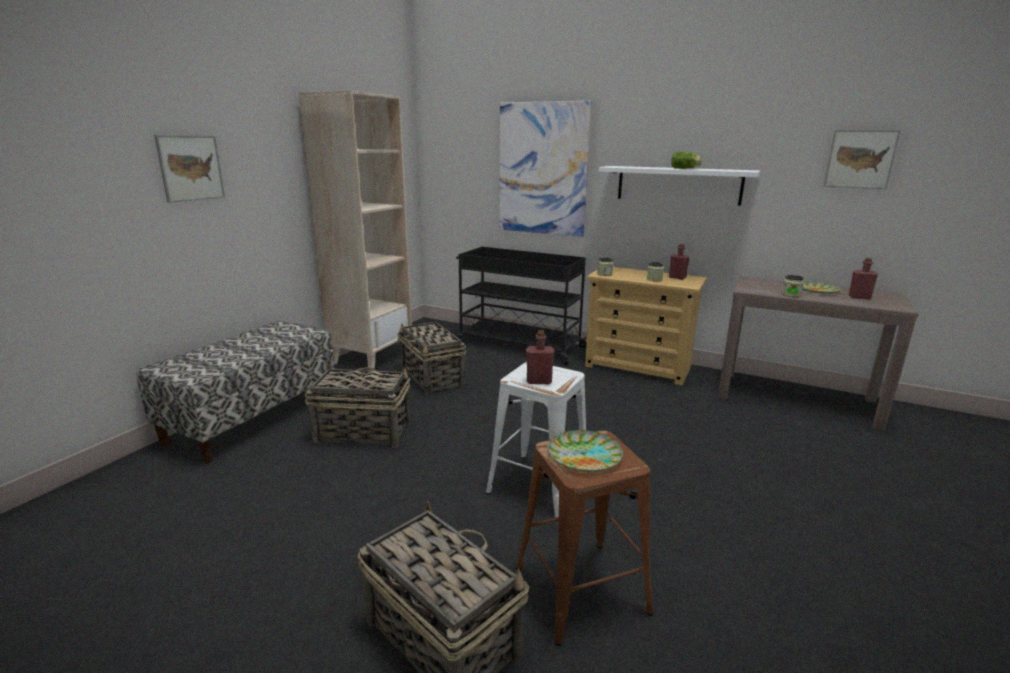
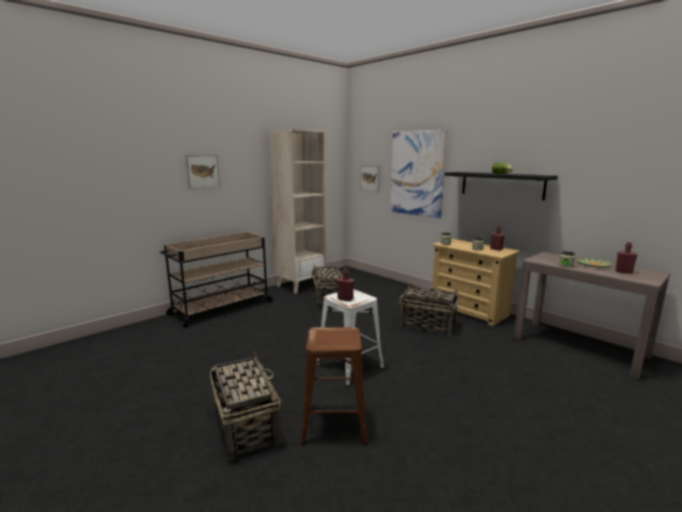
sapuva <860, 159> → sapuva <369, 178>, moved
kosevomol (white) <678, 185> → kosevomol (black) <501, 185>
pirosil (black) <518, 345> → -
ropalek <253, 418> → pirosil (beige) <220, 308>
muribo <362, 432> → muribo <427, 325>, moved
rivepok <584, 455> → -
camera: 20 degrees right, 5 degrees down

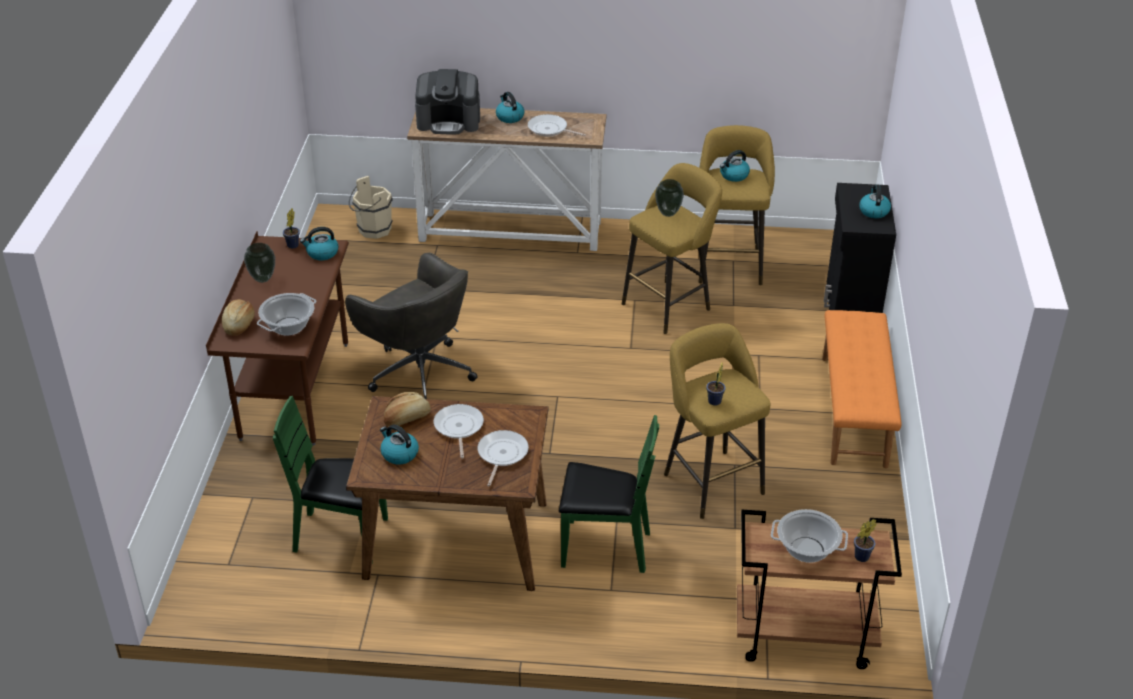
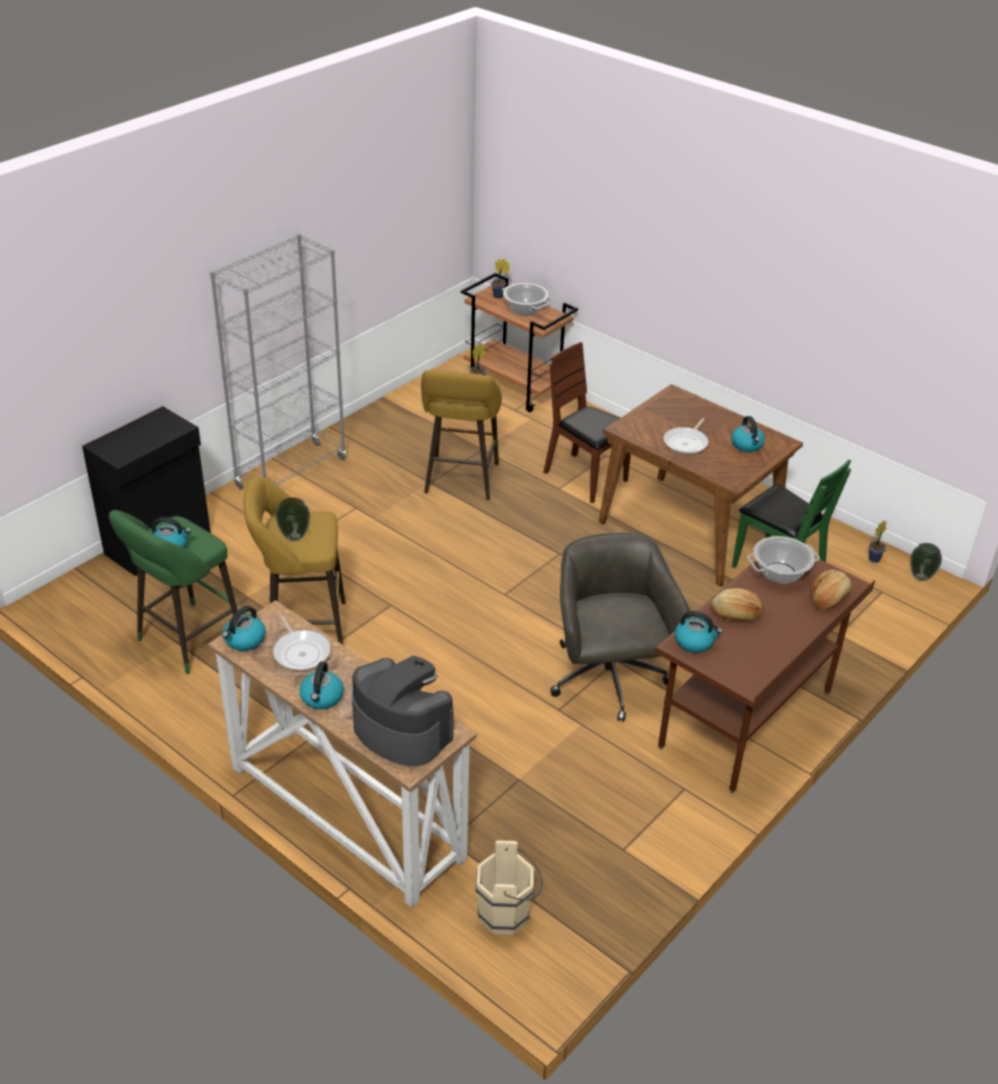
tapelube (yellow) <729, 263> → tapelube (green) <185, 641>
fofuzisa <873, 211> → fofuzisa <244, 640>, moved
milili <292, 246> → milili <875, 558>, moved
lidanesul <262, 279> → lidanesul <921, 577>, moved
ropalek (orange) <854, 410> → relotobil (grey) <291, 473>
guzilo <407, 418> → guzilo <736, 613>, moved
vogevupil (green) <604, 548> → vogevupil (brown) <585, 478>
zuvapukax <501, 454> → -
camera: 145 degrees left, 0 degrees up

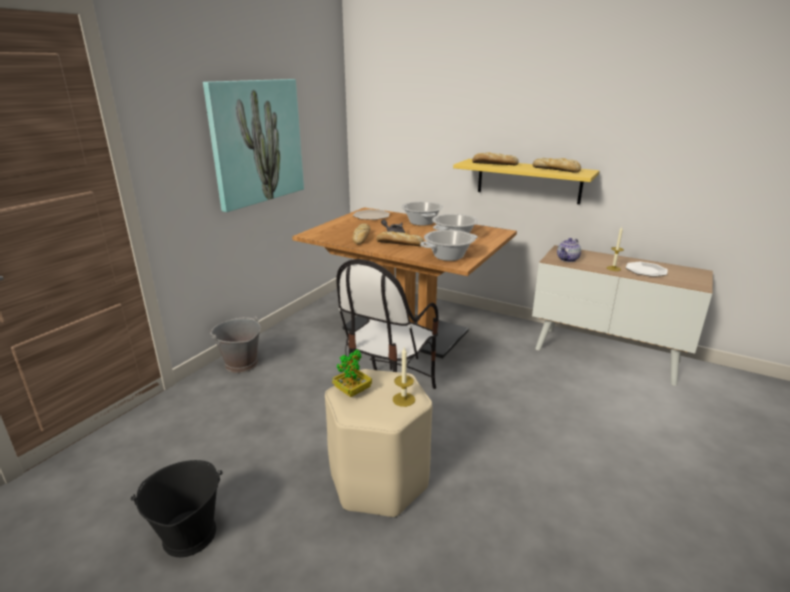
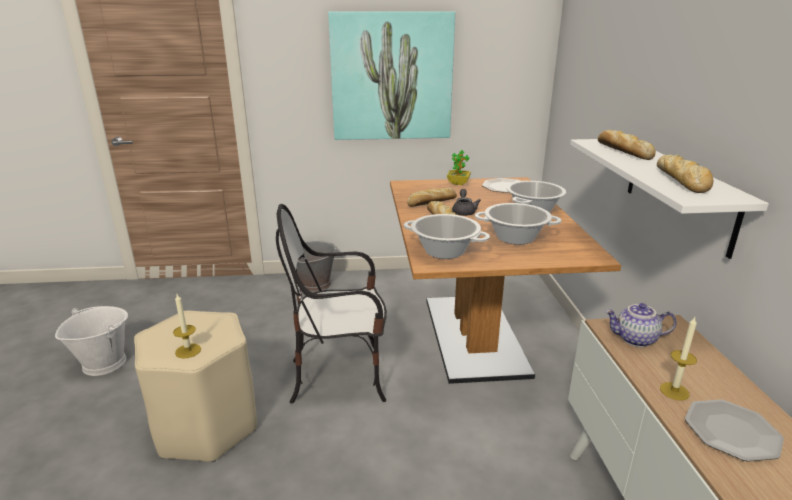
kosevomol (yellow) <528, 181> → kosevomol (white) <678, 192>
milili <352, 391> → milili <458, 183>, moved
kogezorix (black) <188, 535> → kogezorix (white) <104, 363>
camera: 55 degrees right, 0 degrees up

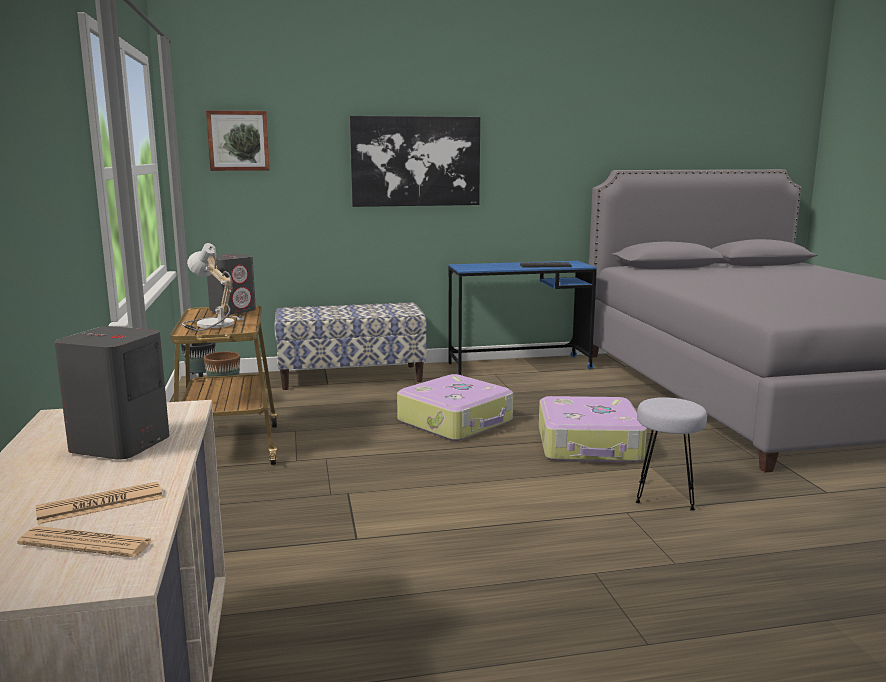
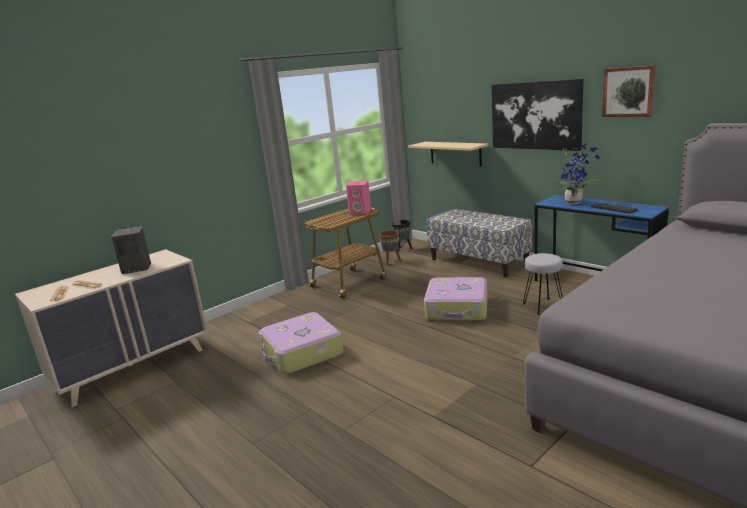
sapuva <238, 140> → sapuva <628, 92>, moved
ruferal <211, 324> → -
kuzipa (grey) <233, 310> → kuzipa (pink) <360, 212>
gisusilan <589, 445> → gisusilan <301, 353>, moved
tapelube (grey) <665, 496> → tapelube (grey) <542, 306>, moved
- → kosevomol (beige) <455, 153>
- → milili <575, 202>
camera: 60 degrees right, 5 degrees up

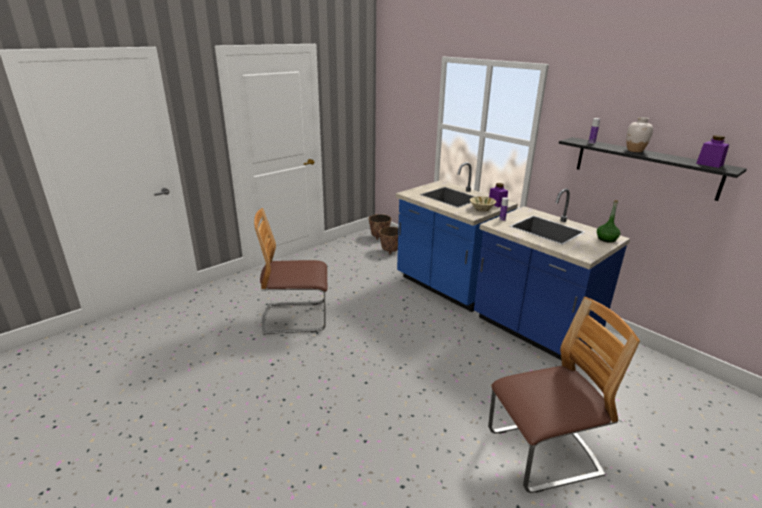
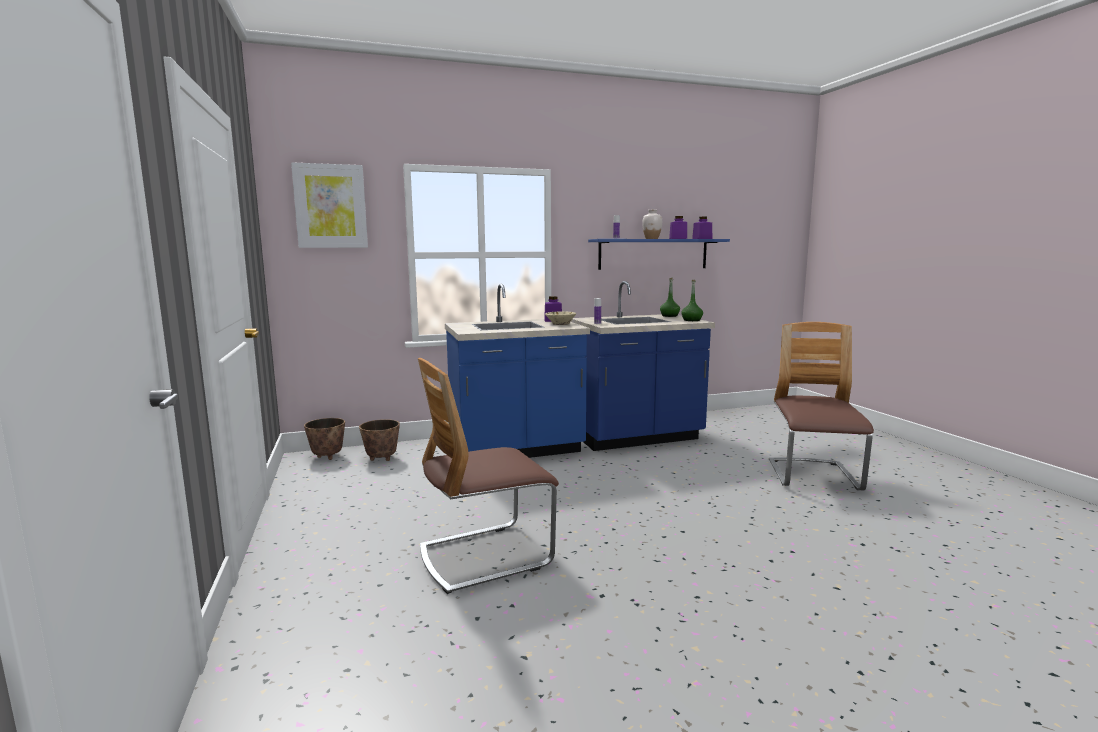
kosevomol (black) <645, 167> → kosevomol (blue) <653, 254>
vogevupil <296, 318> → vogevupil <485, 556>, 45 degrees clockwise
- → sapuva <330, 206>
- → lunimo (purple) <678, 238>
- → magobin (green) <691, 320>
camera: 65 degrees left, 15 degrees down

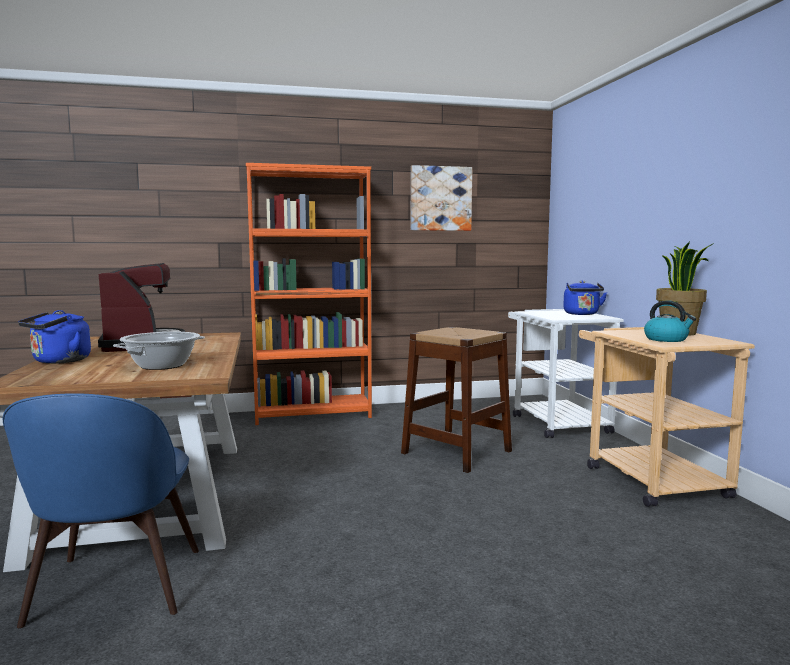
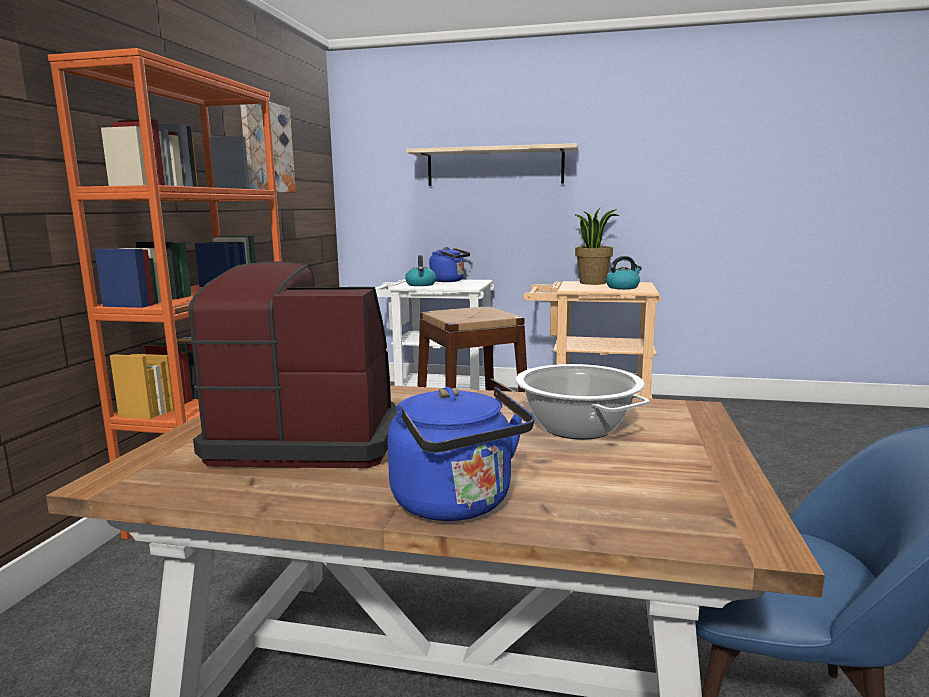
- → kosevomol <494, 167>
- → fofuzisa <421, 284>
camera: 65 degrees left, 5 degrees up

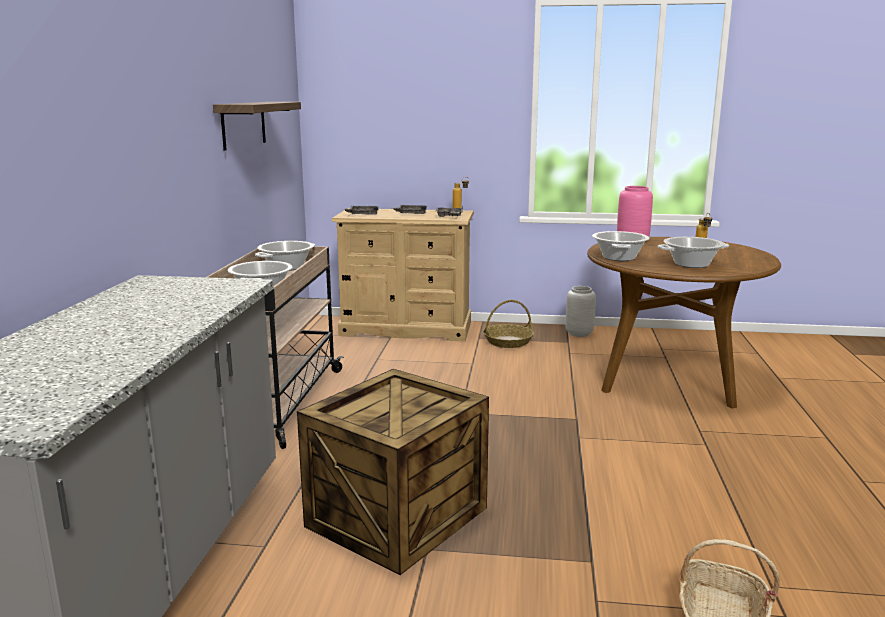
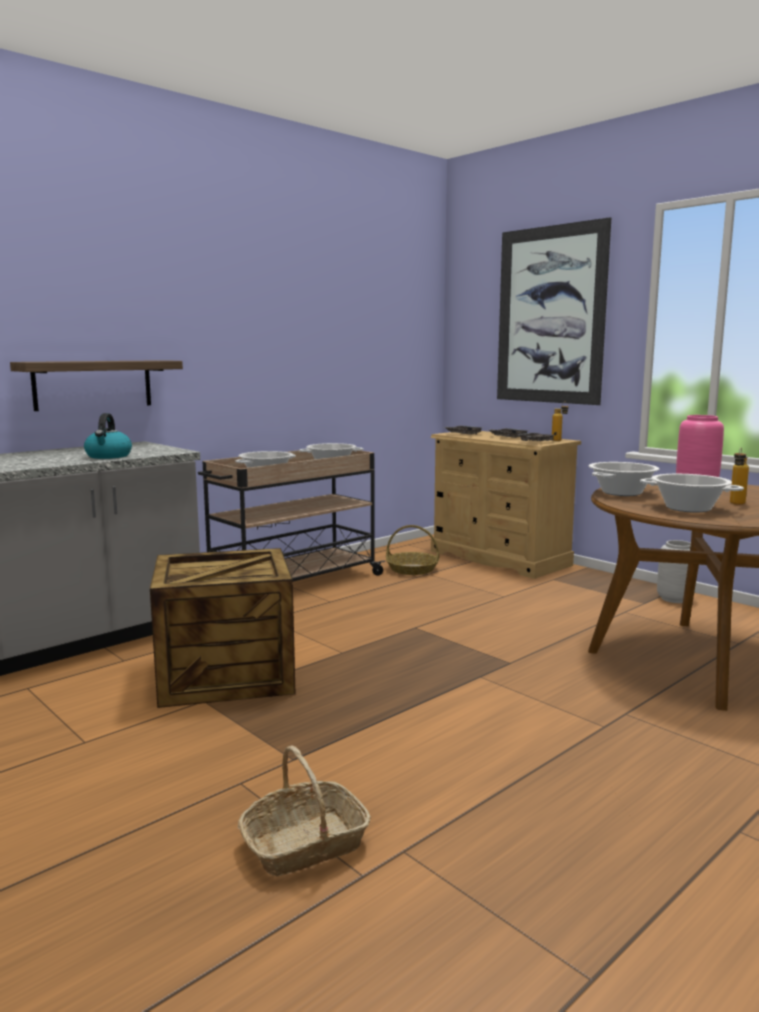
kosevomol <243, 124> → kosevomol <93, 384>, moved
muribo <508, 341> → muribo <412, 569>, moved
- → sapuva <550, 315>
- → fofuzisa <108, 456>
camera: 40 degrees right, 5 degrees down

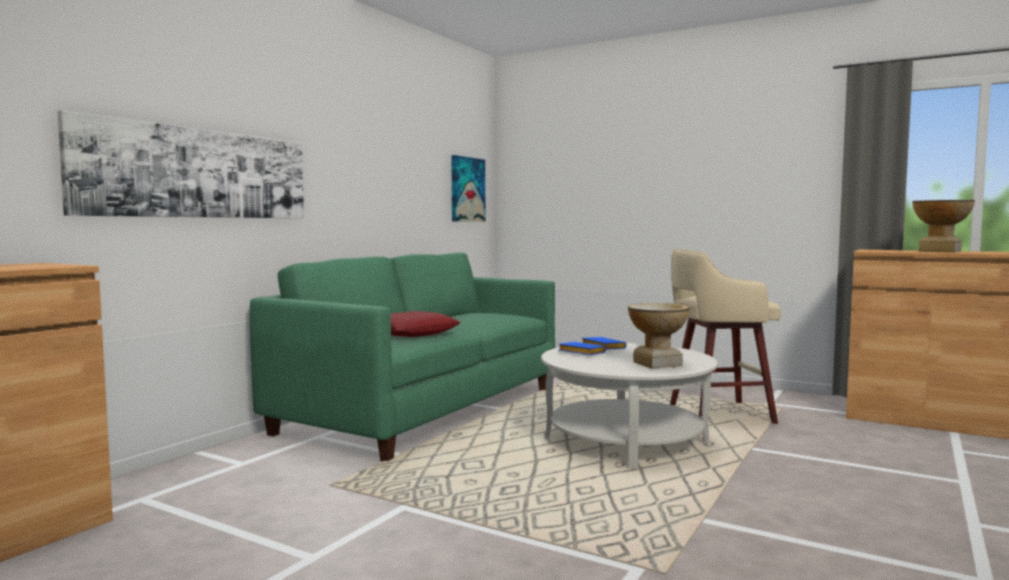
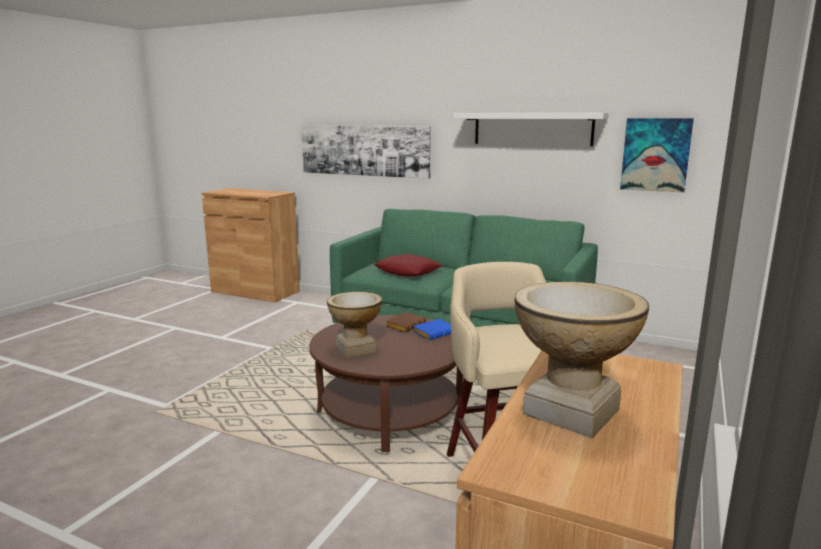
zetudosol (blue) <580, 353> → zetudosol (brown) <405, 325>
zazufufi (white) <625, 441> → zazufufi (brown) <390, 412>
- → kosevomol (white) <532, 129>
camera: 85 degrees right, 10 degrees up

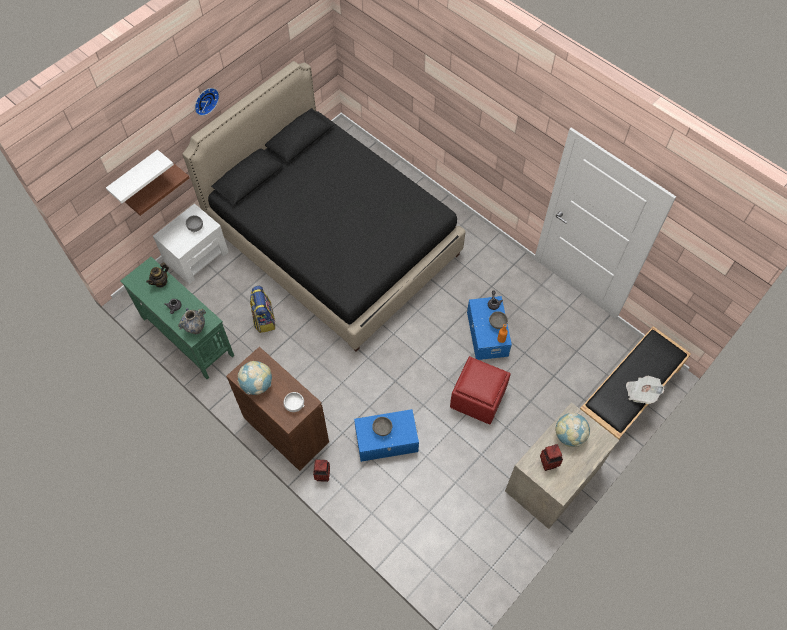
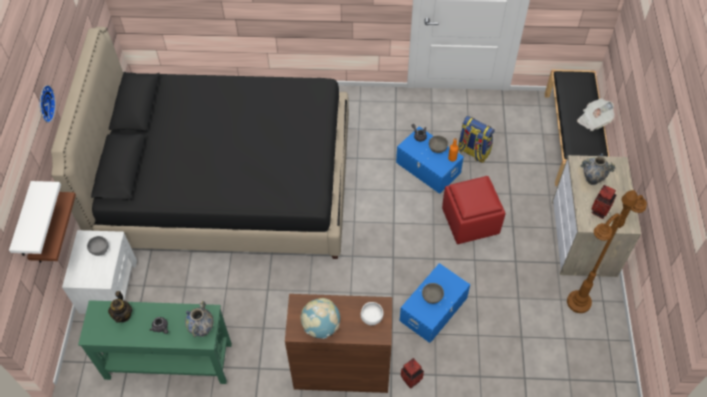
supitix <264, 319> → supitix <473, 151>, moved
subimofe <569, 435> → lidanesul <592, 180>
- → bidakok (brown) <579, 302>
camera: 40 degrees left, 5 degrees down

